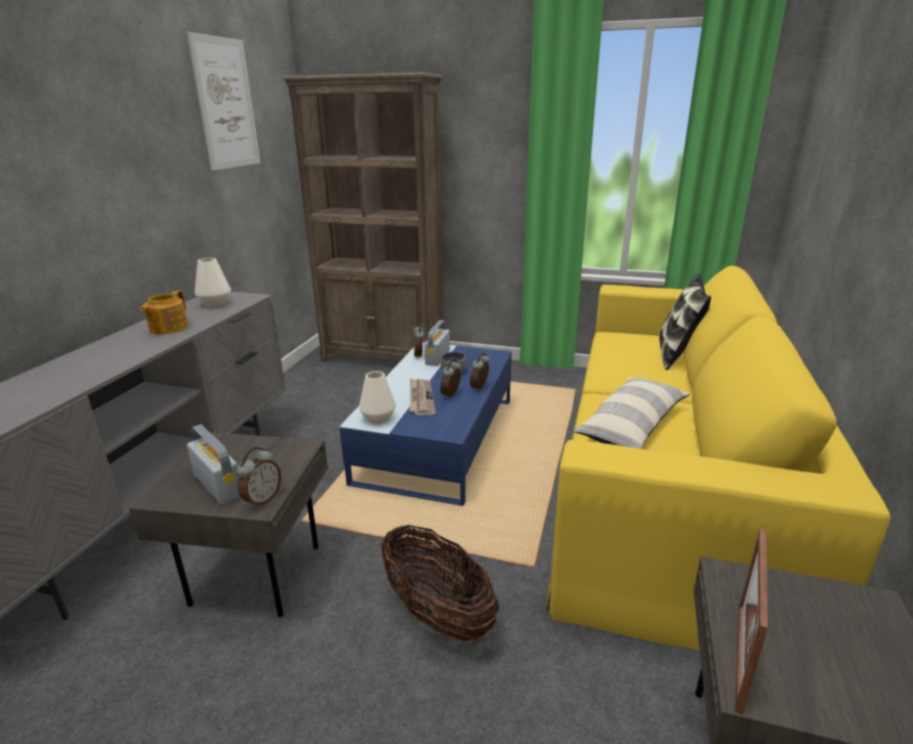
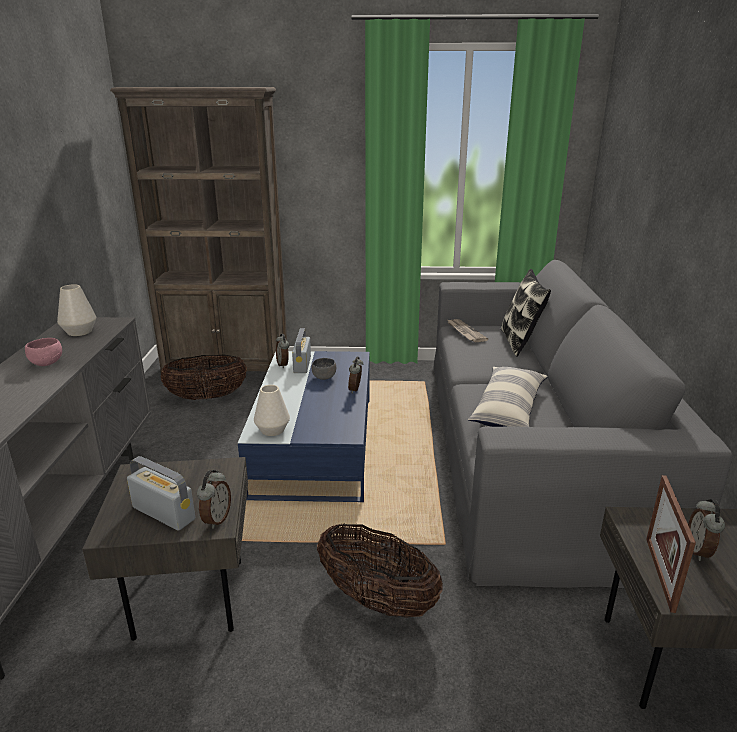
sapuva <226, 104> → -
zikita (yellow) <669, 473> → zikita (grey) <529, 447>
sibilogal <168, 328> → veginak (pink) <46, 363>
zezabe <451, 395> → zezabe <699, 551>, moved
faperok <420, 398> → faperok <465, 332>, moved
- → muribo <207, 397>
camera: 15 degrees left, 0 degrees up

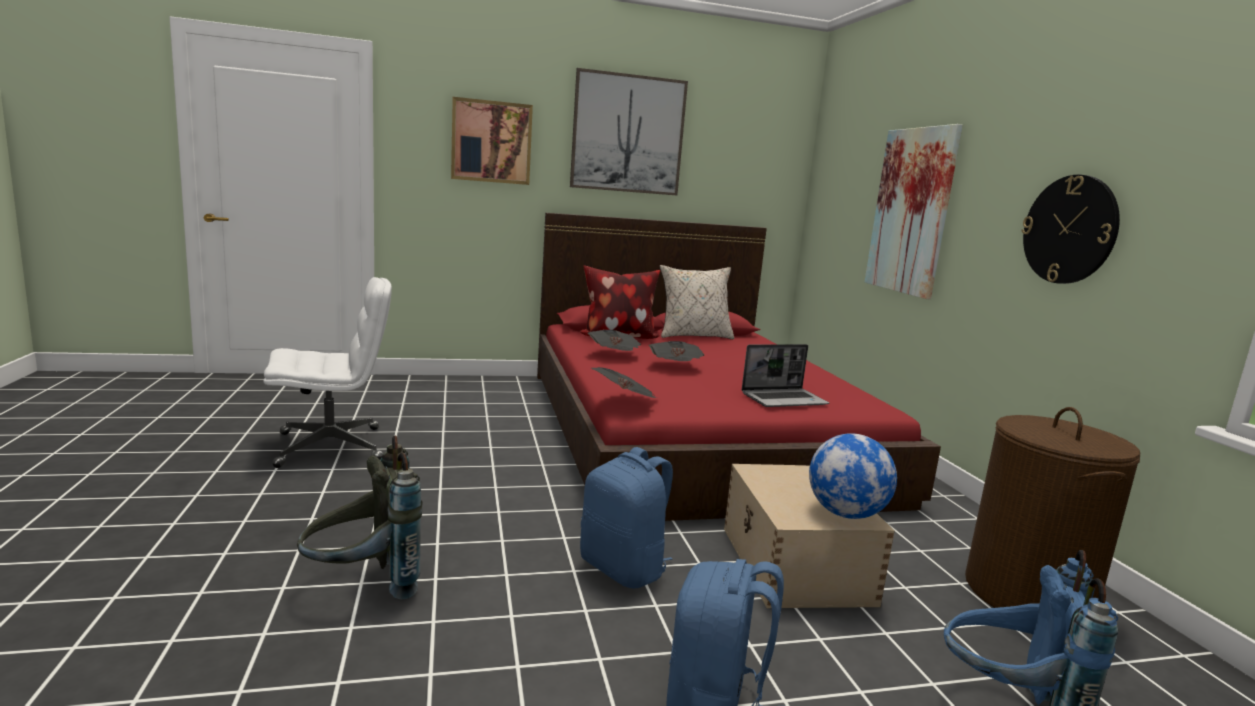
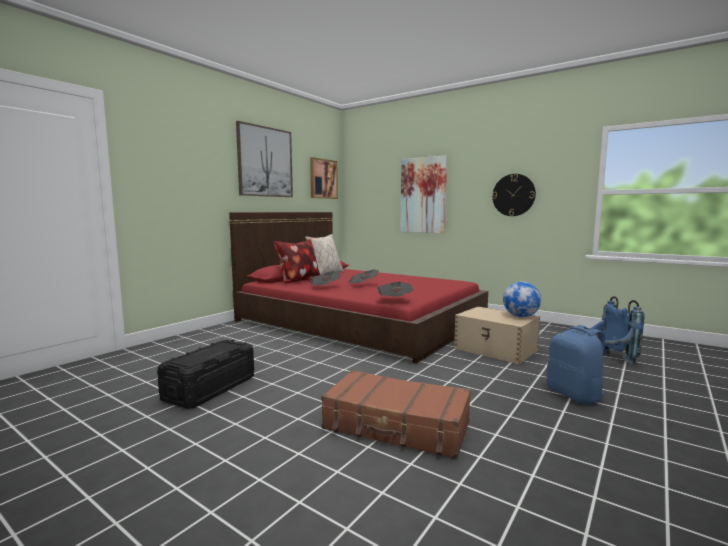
sapuva <491, 142> → sapuva <323, 179>, moved
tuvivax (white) <332, 446> → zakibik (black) <210, 388>
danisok <784, 399> → -
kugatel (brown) <1027, 594> → -
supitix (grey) <363, 585> → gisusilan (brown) <396, 426>
supitix (blue) <624, 569> → -
camera: 40 degrees left, 5 degrees down

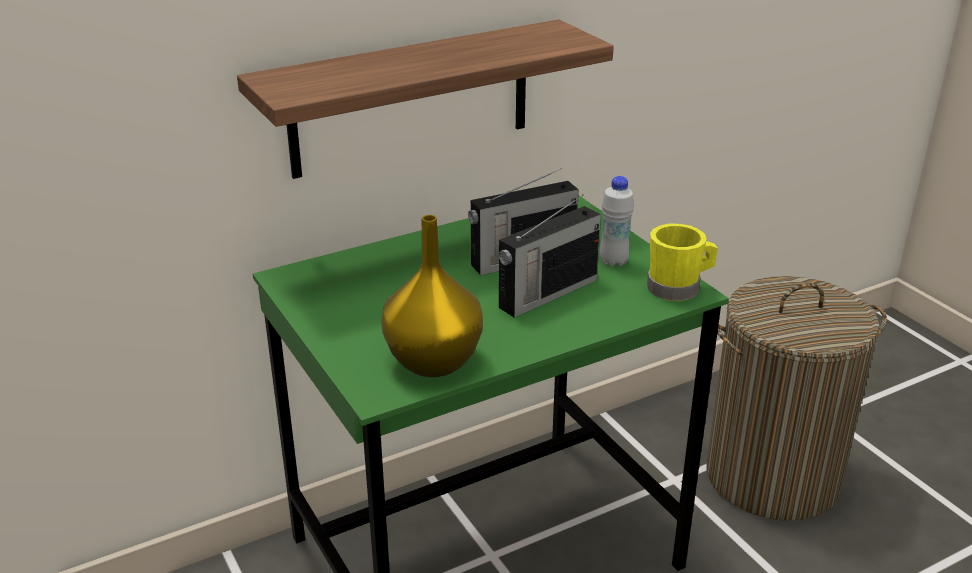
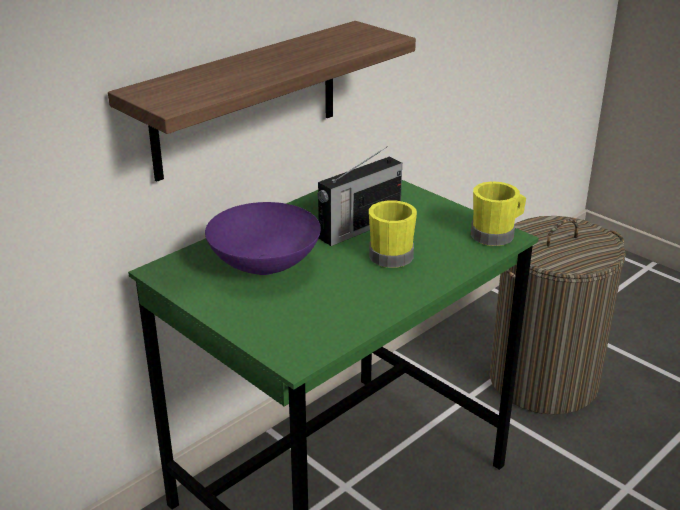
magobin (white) <613, 262> → -
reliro <546, 294> → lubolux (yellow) <394, 254>
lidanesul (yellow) <431, 361> → -
- → veginak (purple) <263, 266>
camera: 15 degrees left, 0 degrees up

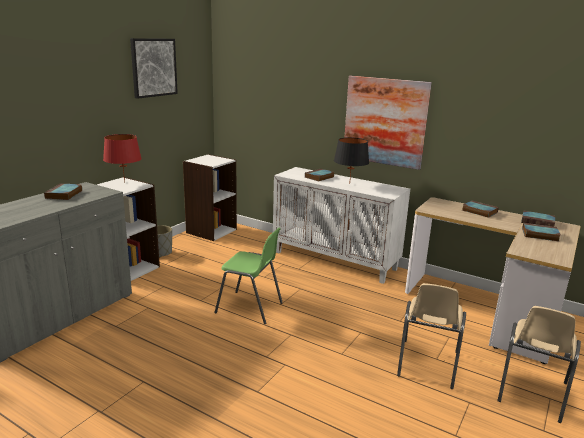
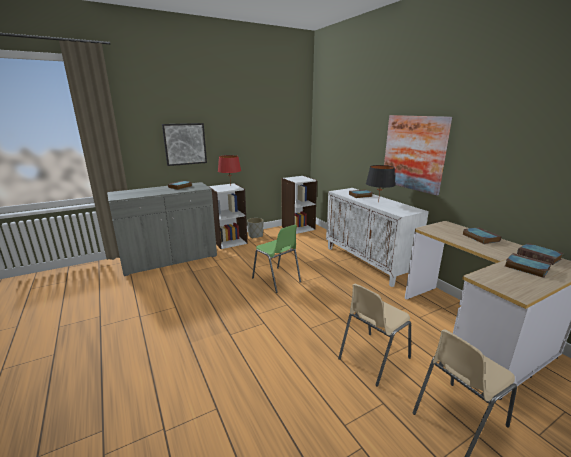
sapuva <153, 67> → sapuva <185, 144>, moved
camera: 30 degrees right, 0 degrees up

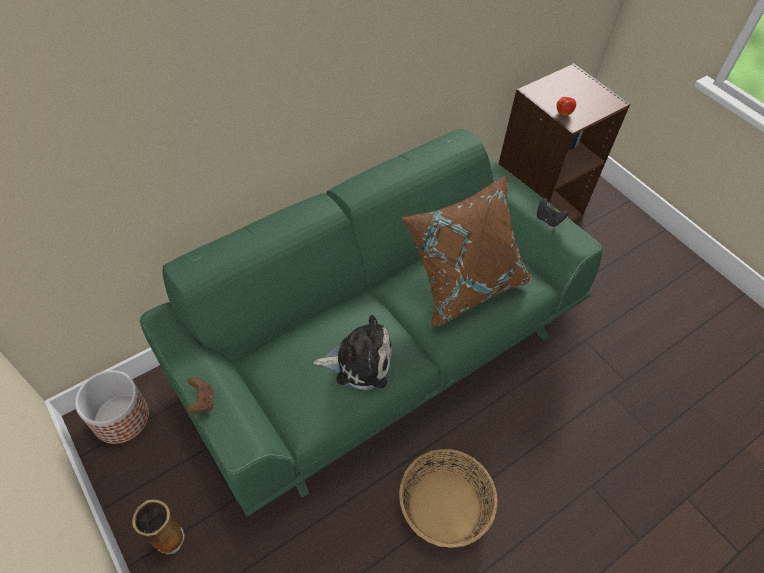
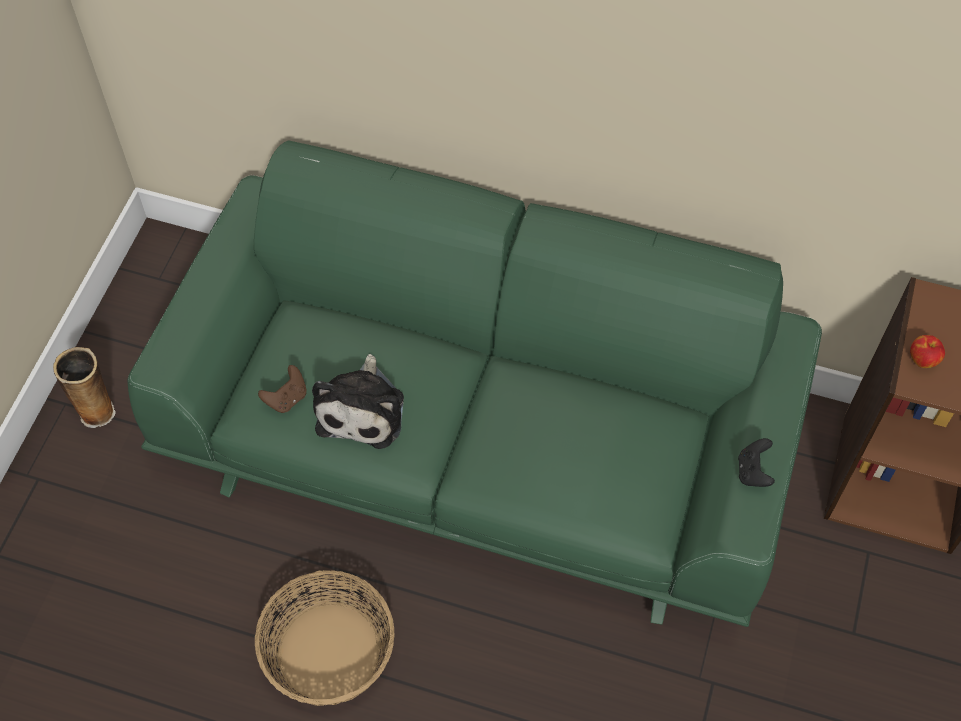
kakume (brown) <464, 281> → -
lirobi <359, 361> → lirobi <363, 409>, 45 degrees clockwise
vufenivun <121, 418> → -
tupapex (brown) <202, 401> → tupapex (brown) <287, 398>, moved
camera: 55 degrees right, 5 degrees up

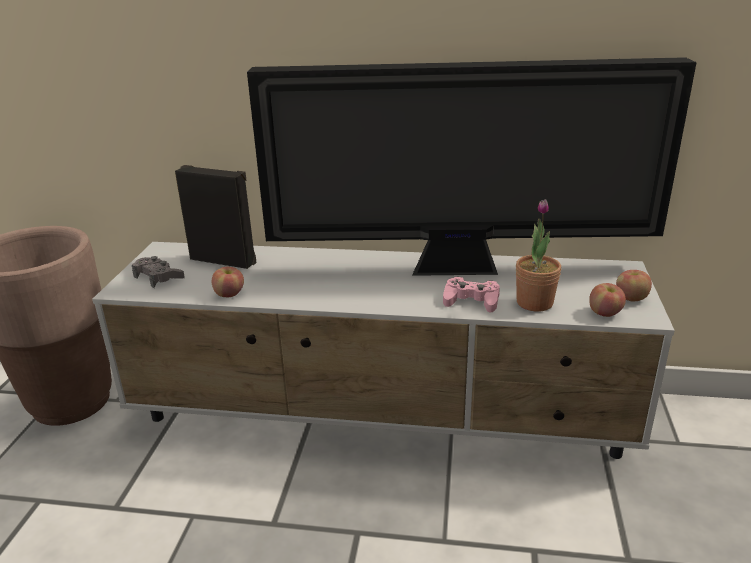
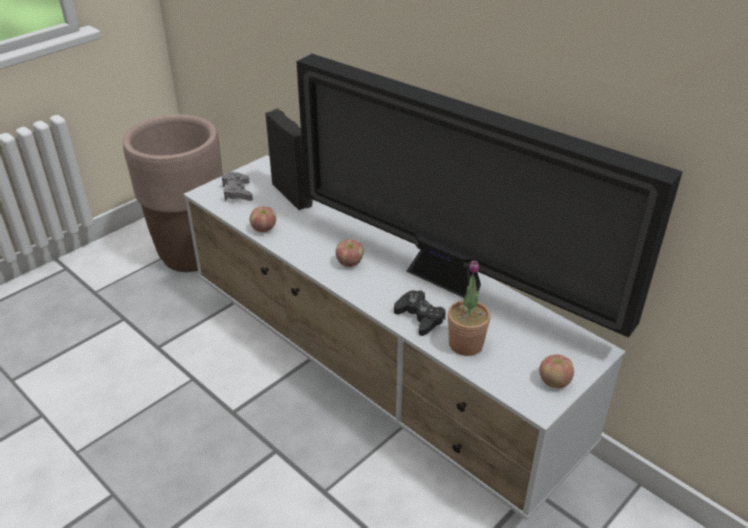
tupapex (pink) <471, 300> → tupapex (black) <420, 317>
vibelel <605, 313> → vibelel <349, 263>, moved
camera: 35 degrees right, 10 degrees up

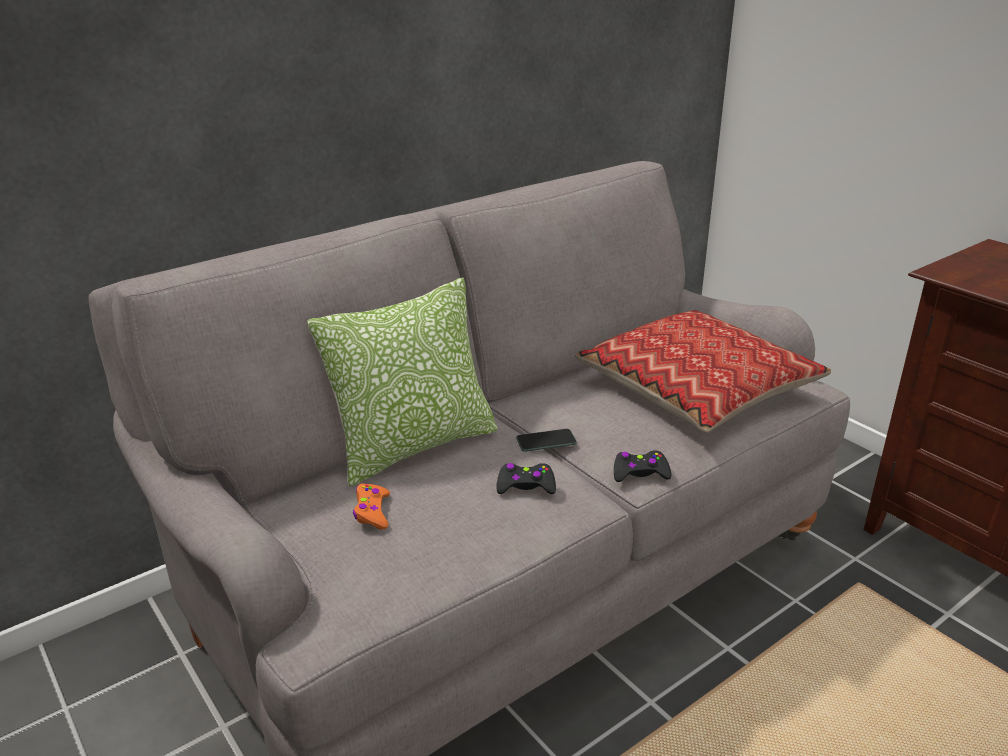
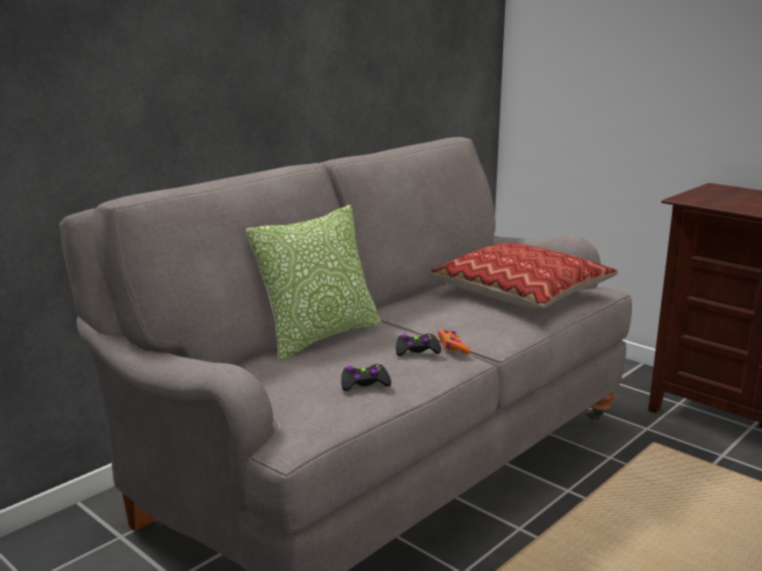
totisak <546, 441> → -
tupapex (black) <640, 473> → tupapex (black) <364, 384>, moved
tupapex (orange) <372, 512> → tupapex (orange) <453, 347>, moved
camera: 10 degrees left, 10 degrees down

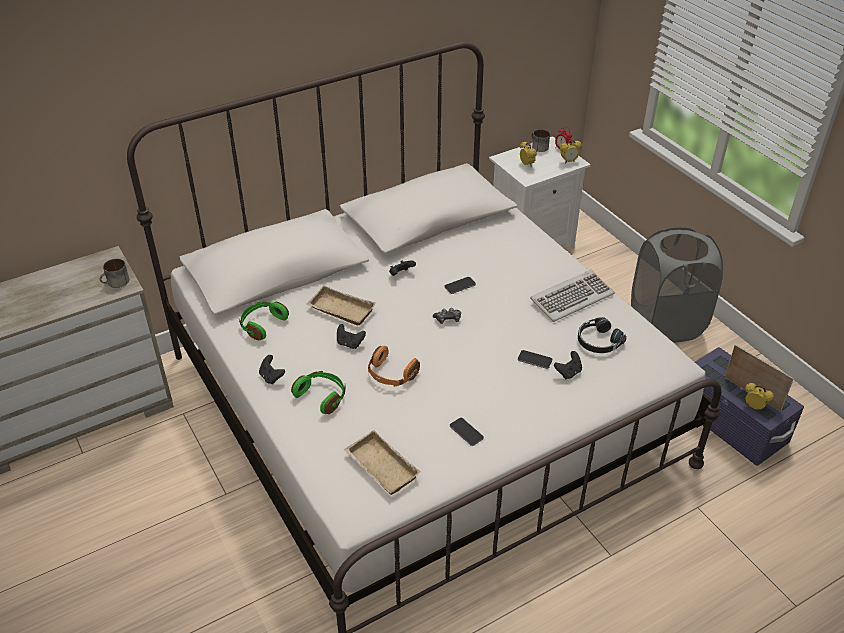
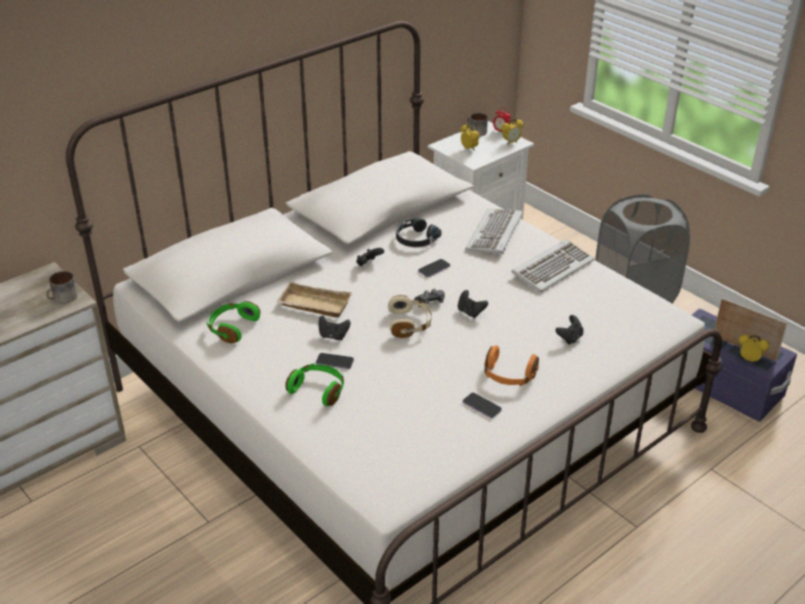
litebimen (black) <598, 341> → litebimen (black) <416, 239>, moved
litebimen (orange) <391, 375> → litebimen (orange) <508, 376>, moved
totisak <534, 360> → totisak <334, 362>, moved
tupapex (black) <271, 377> → tupapex (black) <470, 312>, moved
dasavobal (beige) <379, 467> → -
- → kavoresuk <495, 234>
- → litebimen (beige) <410, 324>
camera: 10 degrees left, 5 degrees down

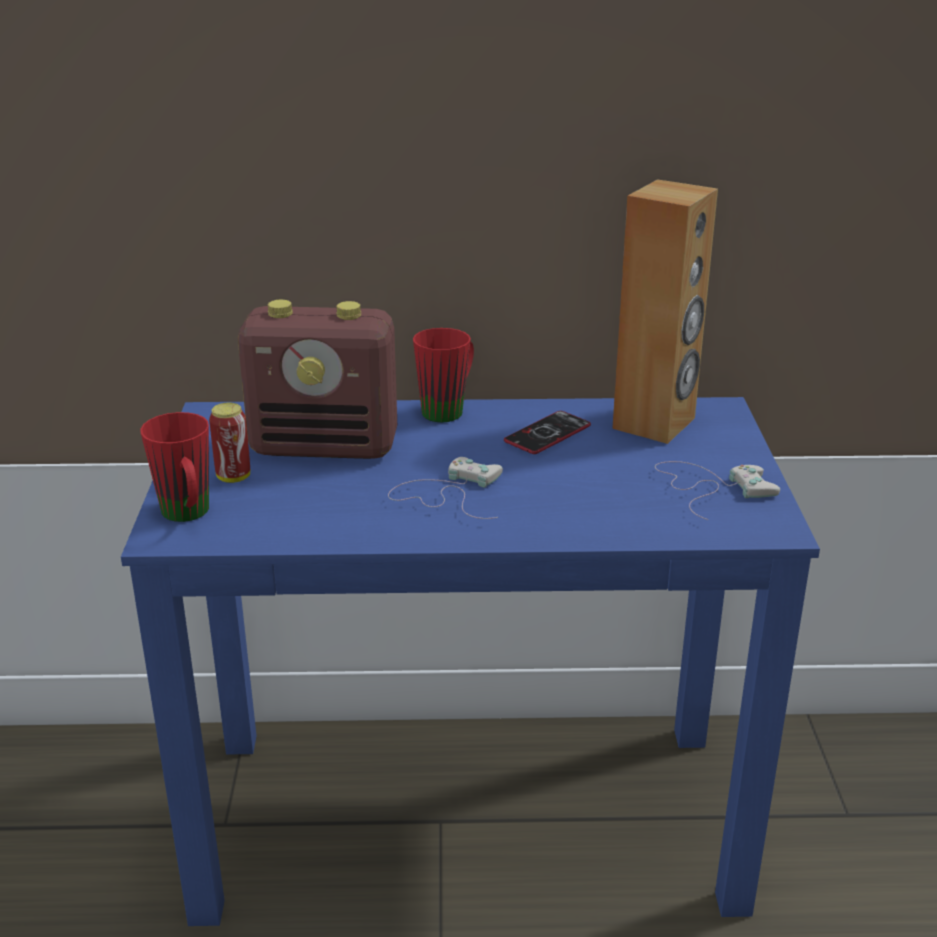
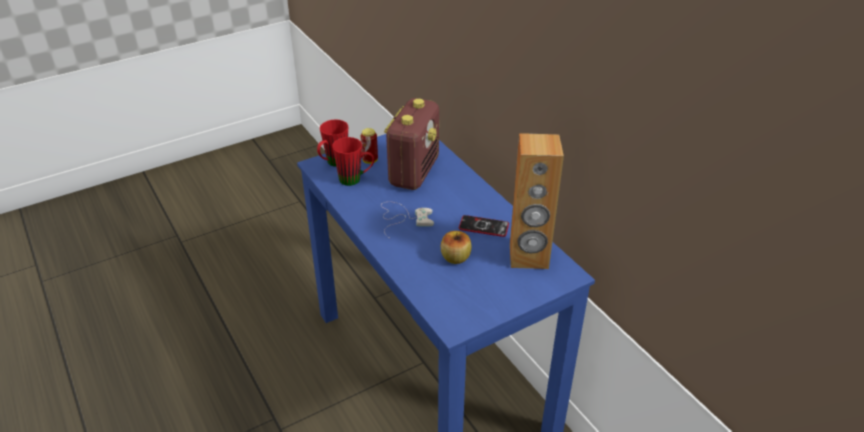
reliro <326, 447> → reliro <414, 171>, 135 degrees counterclockwise
lubolux (red) <449, 409> → lubolux (red) <355, 180>, moved
tupapex (white) <710, 487> → -
- → vibelel <455, 258>
camera: 60 degrees right, 10 degrees up

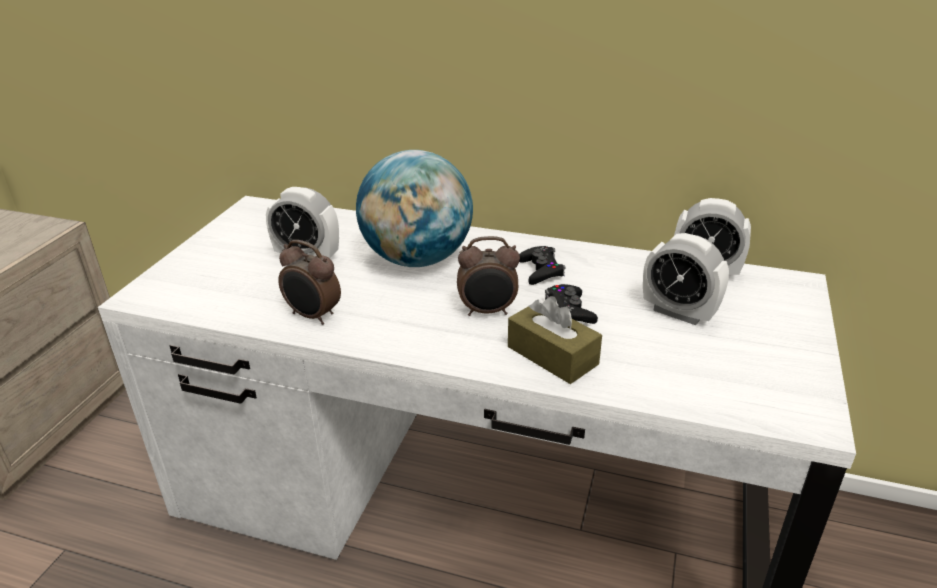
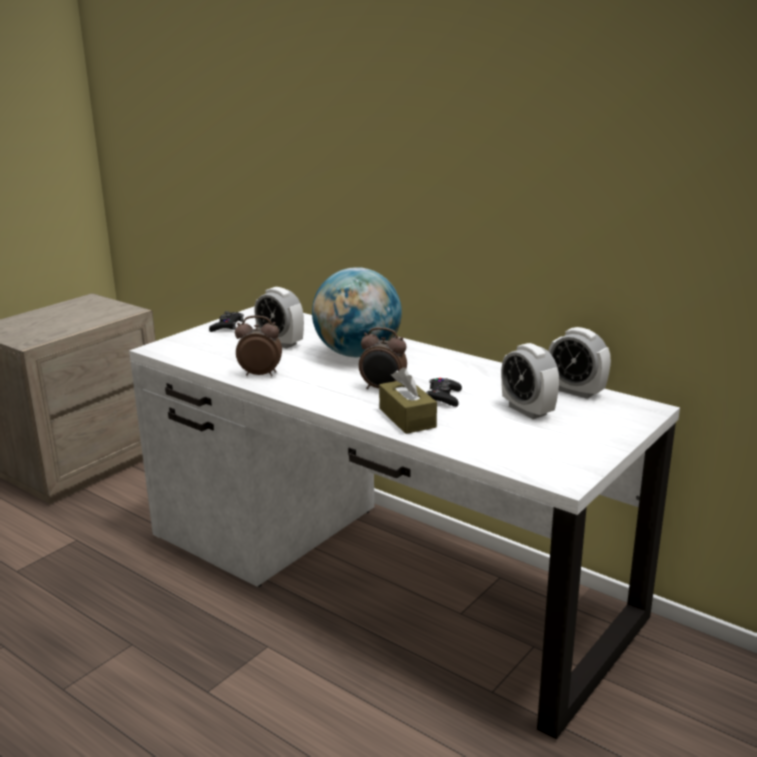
zezabe <313, 316> → zezabe <260, 374>, 135 degrees clockwise
tupapex (black) <541, 270> → tupapex (black) <227, 326>, moved
camera: 20 degrees right, 10 degrees down

